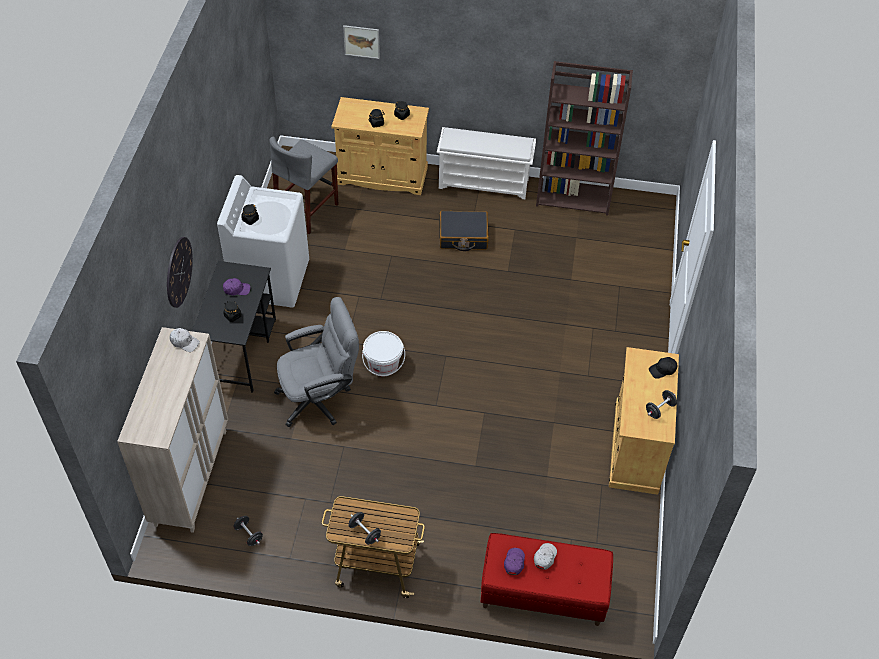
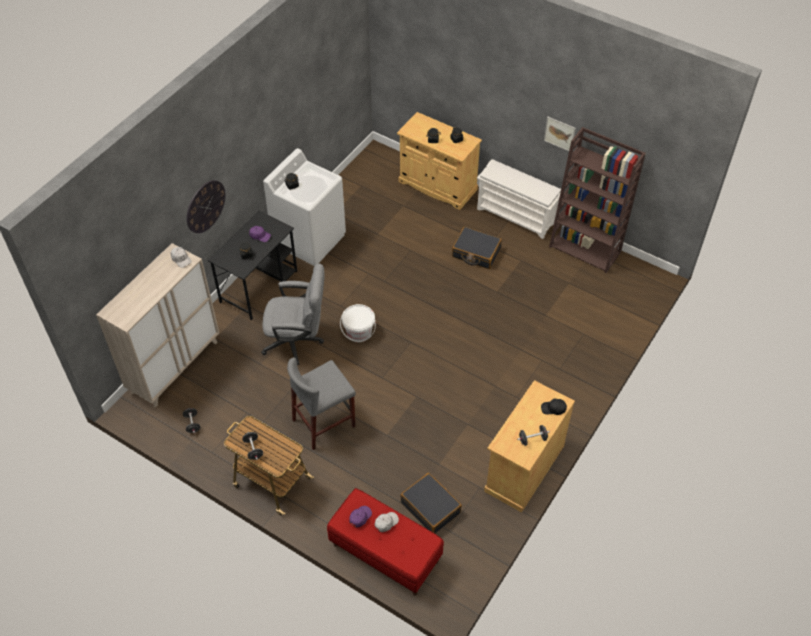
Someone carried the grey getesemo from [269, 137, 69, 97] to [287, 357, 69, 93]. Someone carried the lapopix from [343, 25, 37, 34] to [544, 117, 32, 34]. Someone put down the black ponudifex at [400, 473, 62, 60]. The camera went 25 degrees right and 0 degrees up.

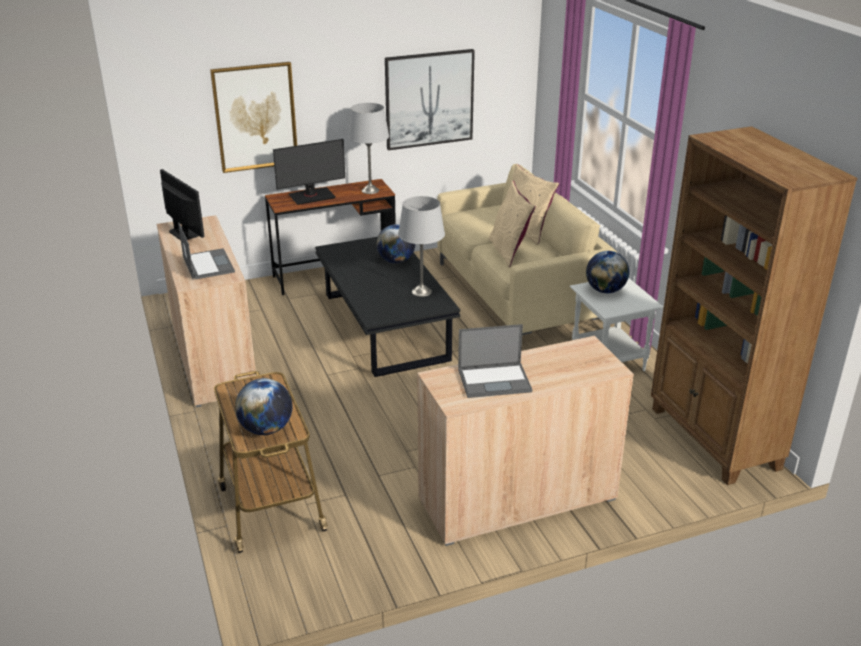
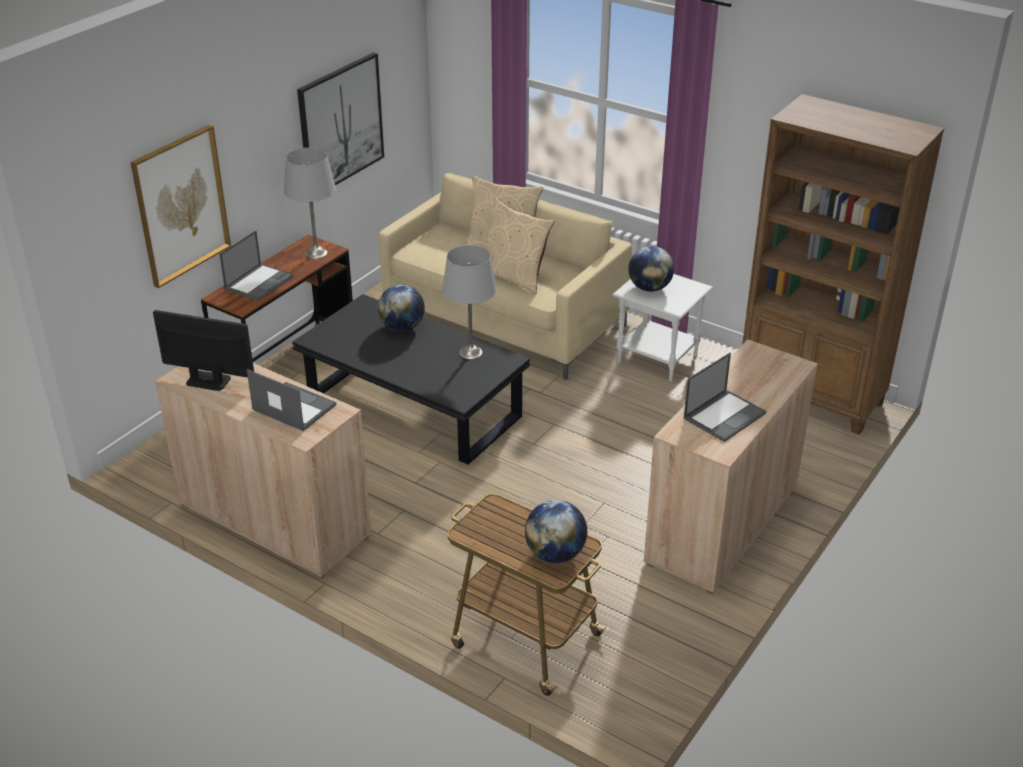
Someone swapped the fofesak at [273, 139, 72, 66] for the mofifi at [219, 230, 75, 71]. The camera went 35 degrees left and 5 degrees up.

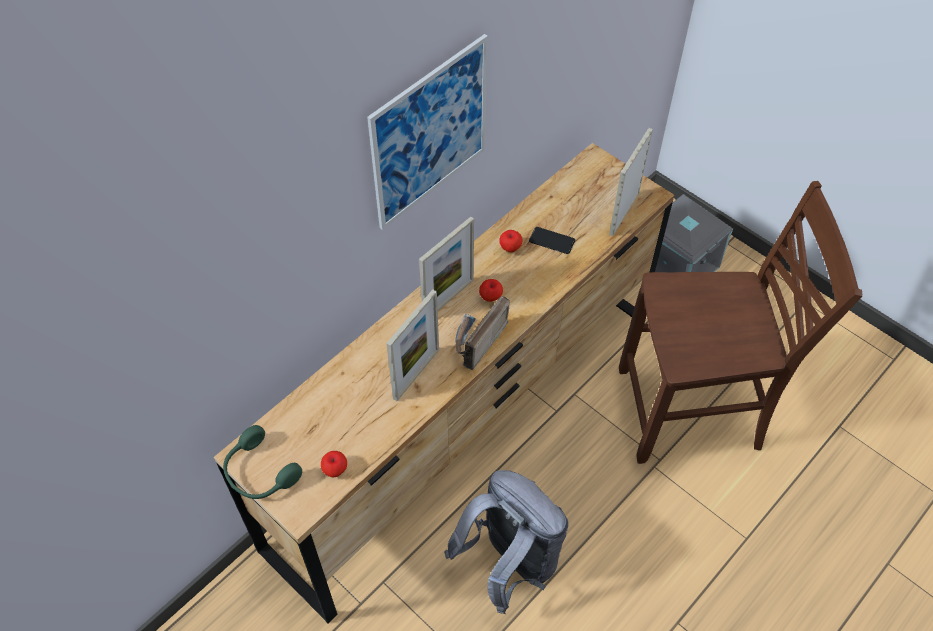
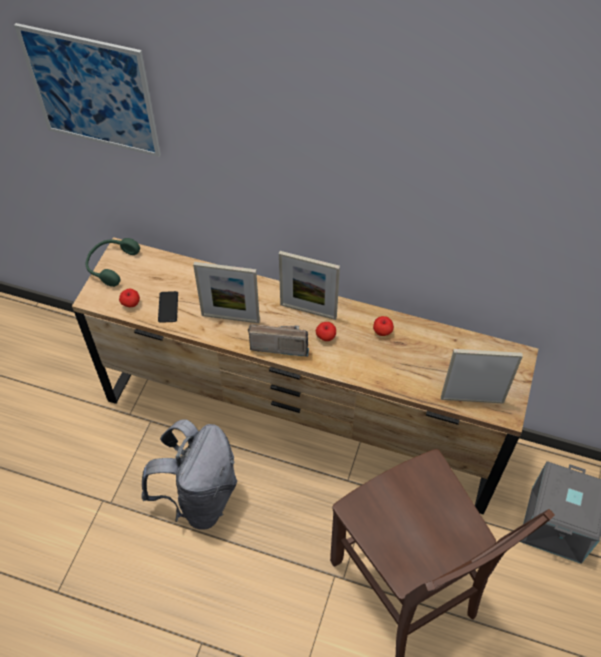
Someone carried the lapopix from [367, 34, 121, 196] to [14, 23, 147, 134]. Someone carried the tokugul from [529, 227, 46, 27] to [158, 291, 20, 32]. The camera went 65 degrees right and 0 degrees up.

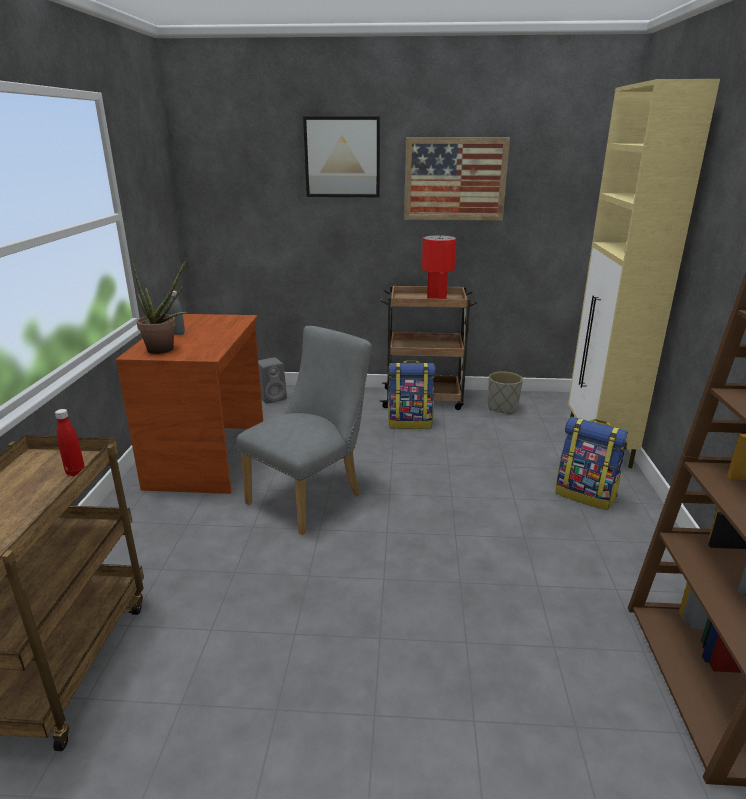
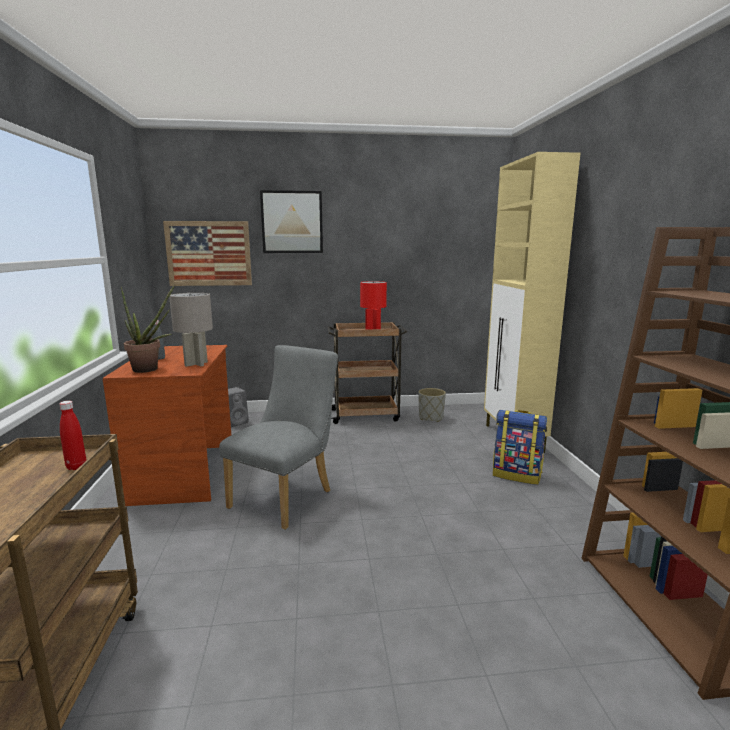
Someone took away the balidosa at [388, 360, 47, 69]. Someone carried the lapopix from [404, 137, 106, 84] to [163, 221, 89, 65]. Someone put down the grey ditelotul at [169, 293, 44, 74]. The camera went 10 degrees left and 10 degrees down.

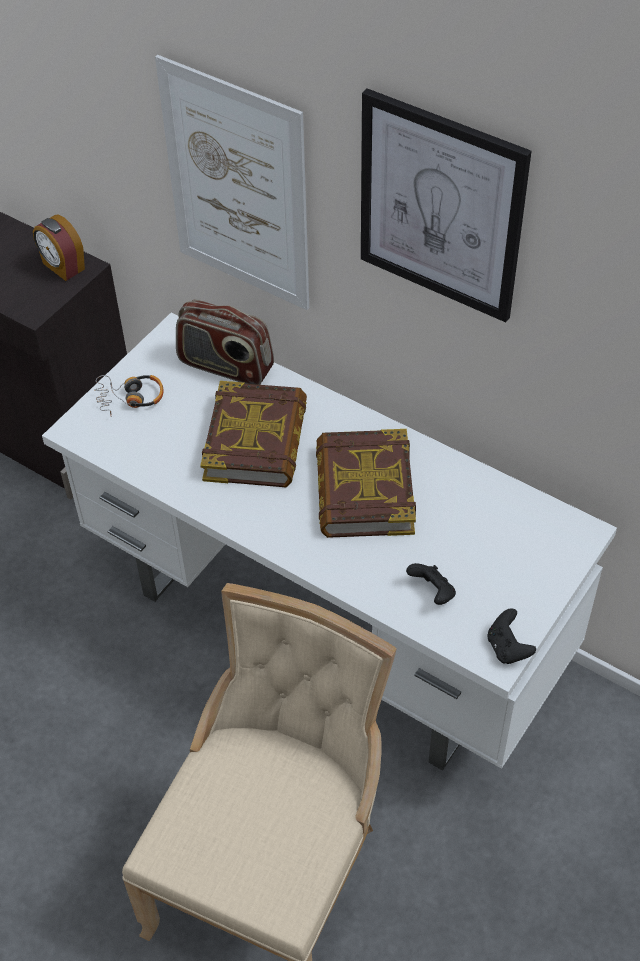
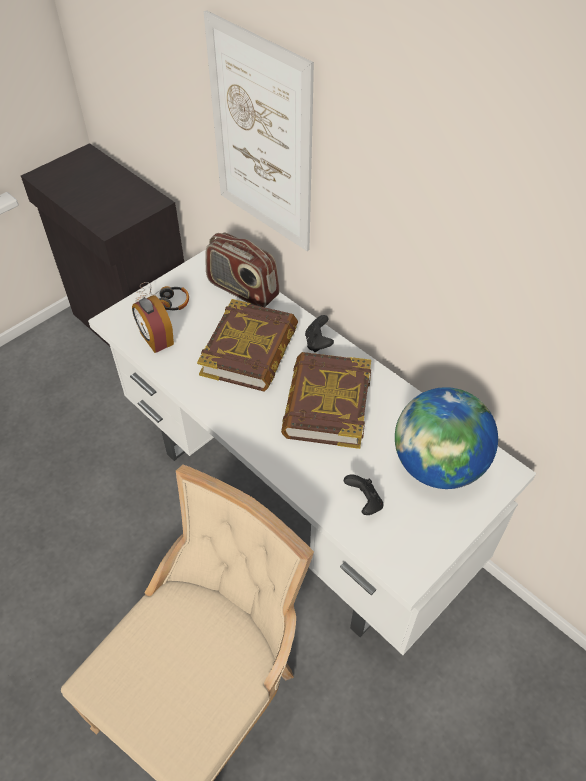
Someone carried the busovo from [33, 214, 52, 67] to [132, 295, 42, 58]. Someone took away the lapopix at [361, 88, 170, 234]. Someone carried the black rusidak from [488, 608, 48, 56] to [305, 315, 29, 37]. Someone put down the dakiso at [395, 387, 103, 102]. The camera went 10 degrees right and 0 degrees up.

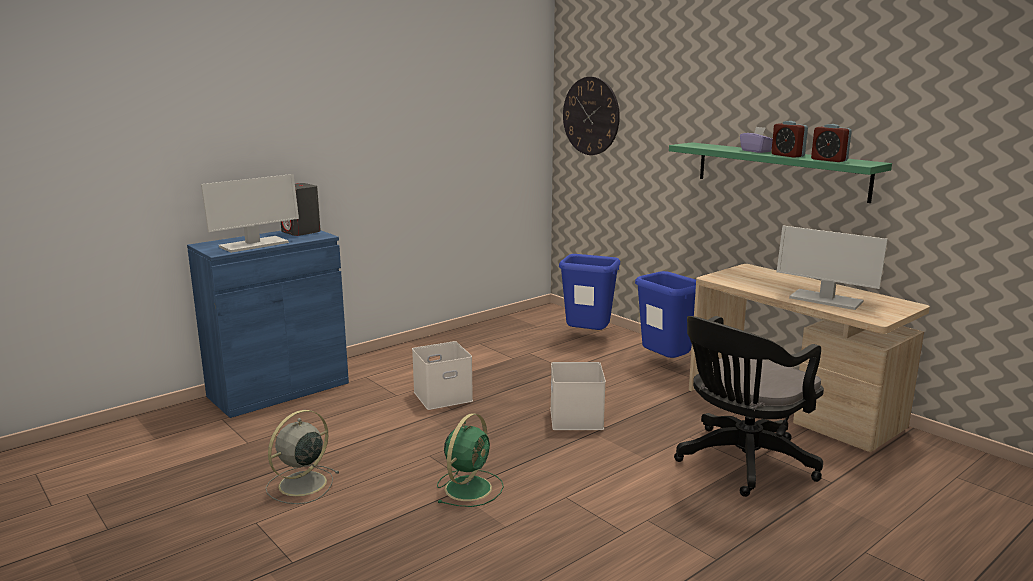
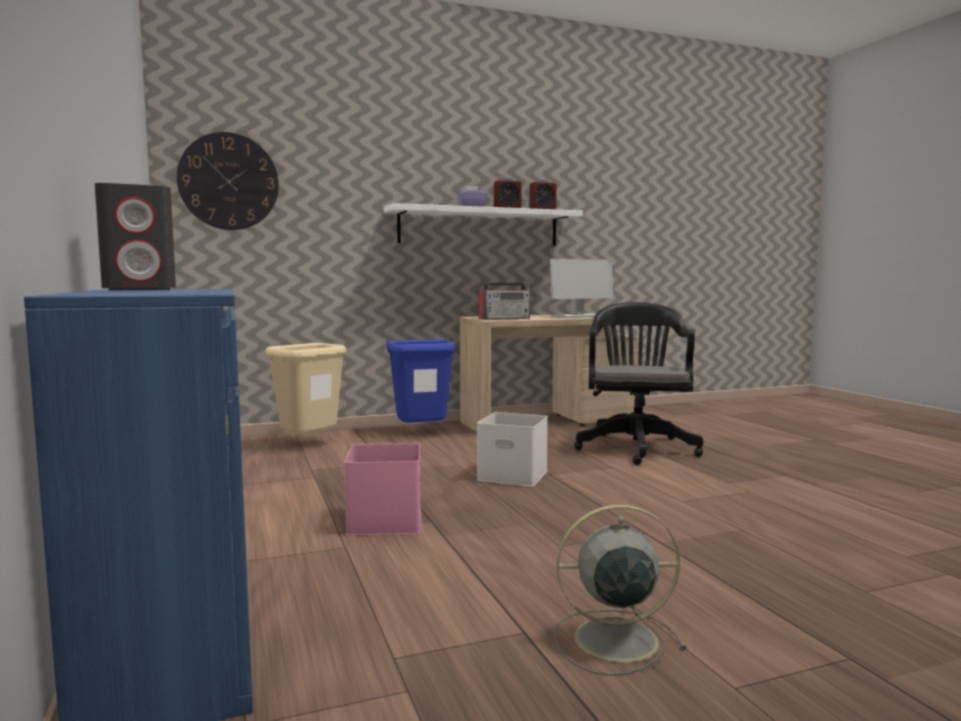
Someone took away the fofesak at [201, 174, 98, 79]. Someone rotated the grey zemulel at [266, 410, 74, 94] by 120 degrees clockwise. Someone repainted the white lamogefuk at [412, 341, 61, 69], which became the pink lamogefuk at [344, 443, 77, 93]. Someone took away the green zemulel at [437, 413, 67, 94]. Someone repainted the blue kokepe at [559, 254, 61, 76], which became the beige kokepe at [266, 343, 80, 91]. Someone repainted the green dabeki at [669, 142, 223, 61], which became the white dabeki at [384, 203, 199, 43]. Someone rotated the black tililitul at [674, 316, 150, 181] by 150 degrees counterclockwise. Someone put down the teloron at [479, 281, 51, 39]. The camera went 70 degrees left and 10 degrees down.

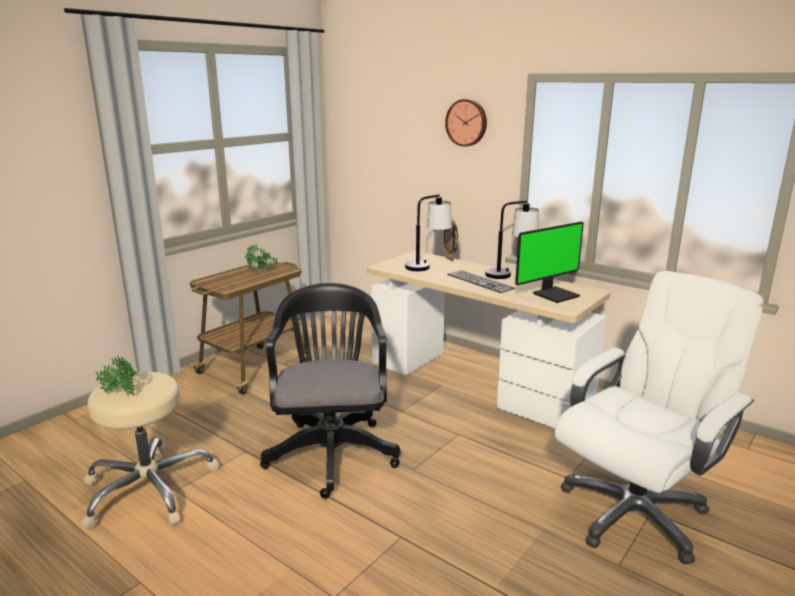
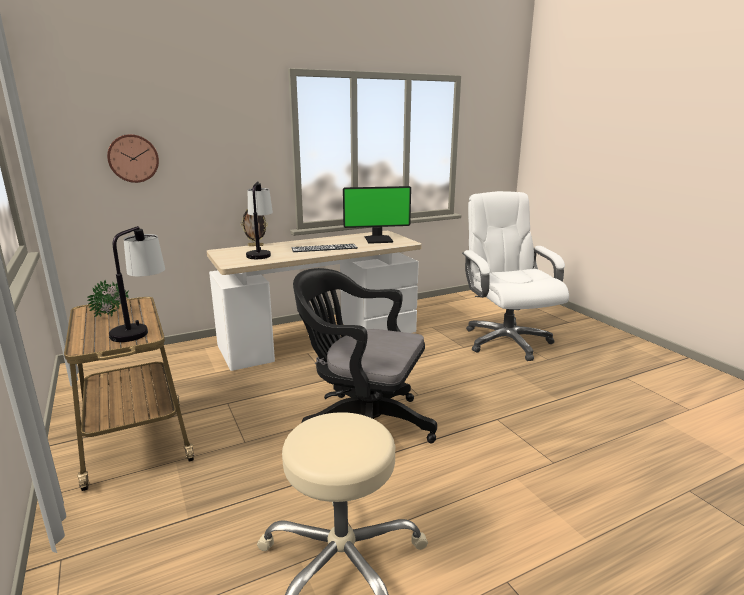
Someone took away the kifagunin at [96, 356, 42, 40]. Someone carried the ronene from [445, 99, 42, 48] to [107, 134, 52, 49]. Someone carried the ditelotul from [485, 201, 54, 78] to [109, 226, 56, 116]. Someone rotated the fofesak at [515, 221, 69, 82] by 90 degrees clockwise. The camera went 65 degrees left and 0 degrees up.

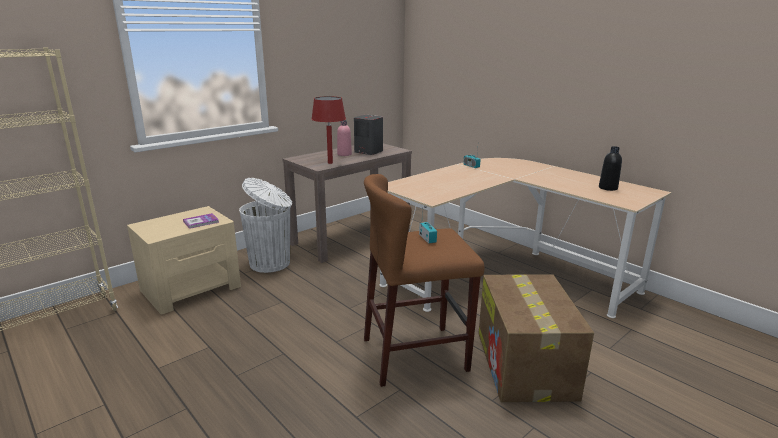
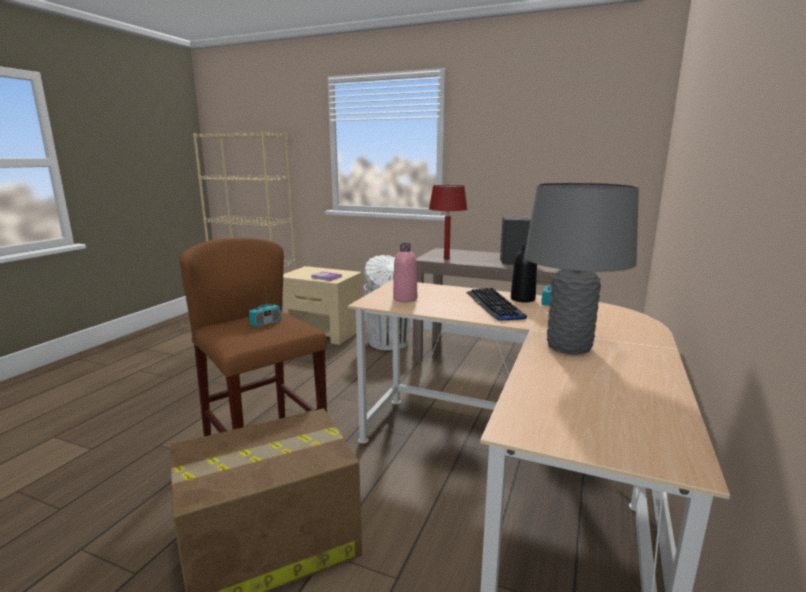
Someone carried the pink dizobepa from [337, 120, 15, 36] to [393, 243, 24, 59]. Someone carried the black dizobepa from [599, 146, 23, 45] to [511, 243, 26, 59]. Someone put down the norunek at [466, 288, 61, 33]. Someone put down the grey ditelotul at [524, 183, 115, 172]. The camera went 65 degrees right and 5 degrees down.

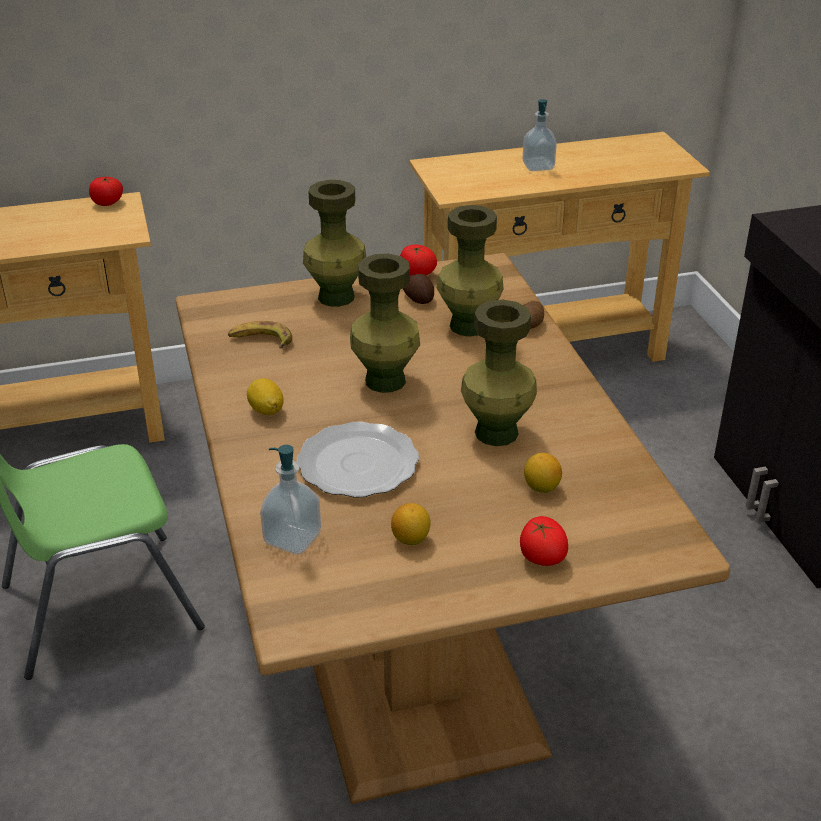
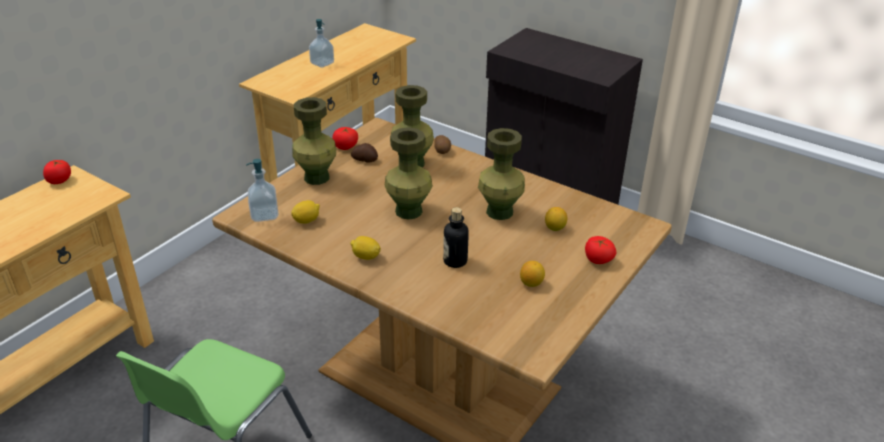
Someone swapped the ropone at [228, 321, 64, 28] for the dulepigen at [291, 200, 29, 24]. Someone carried the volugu from [260, 445, 61, 109] to [246, 159, 32, 63]. Someone swapped the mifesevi at [297, 422, 122, 76] for the dizobepa at [443, 207, 26, 61]. The camera went 40 degrees left and 0 degrees up.

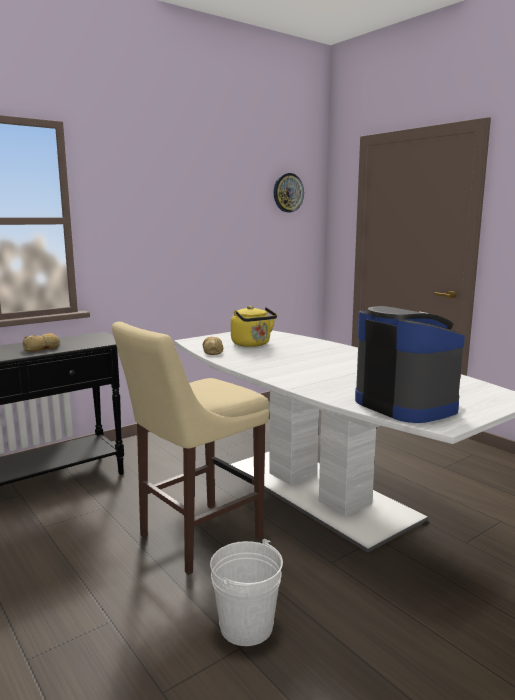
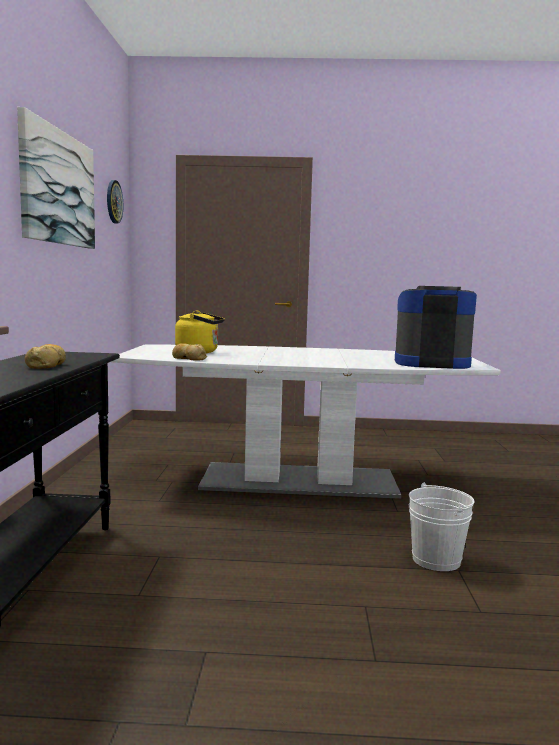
Someone took away the beige getesemo at [112, 322, 157, 253]. Someone put up the lapopix at [17, 107, 78, 142]. The camera went 50 degrees left and 5 degrees down.

